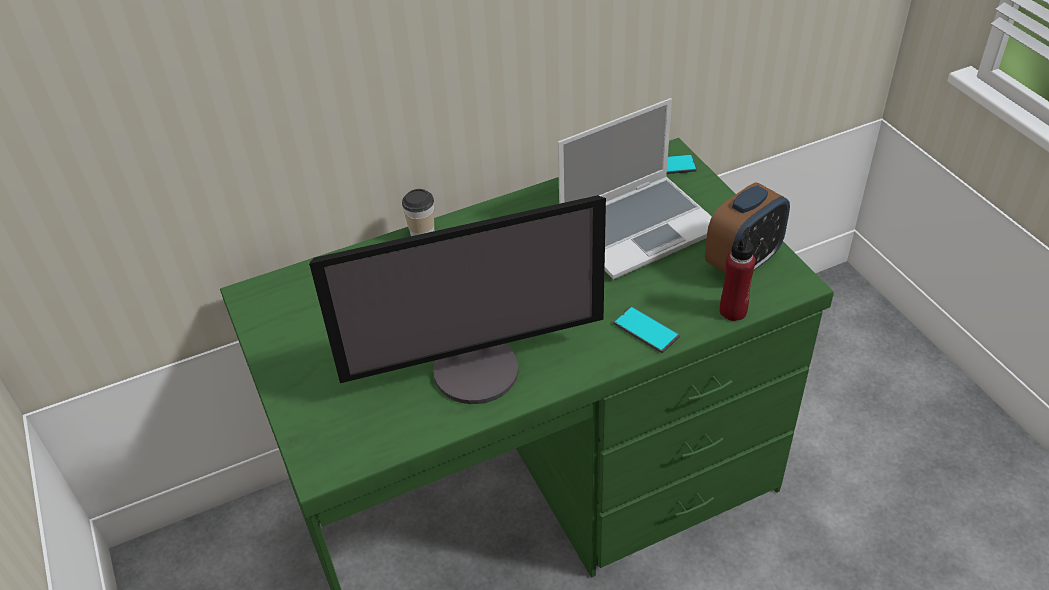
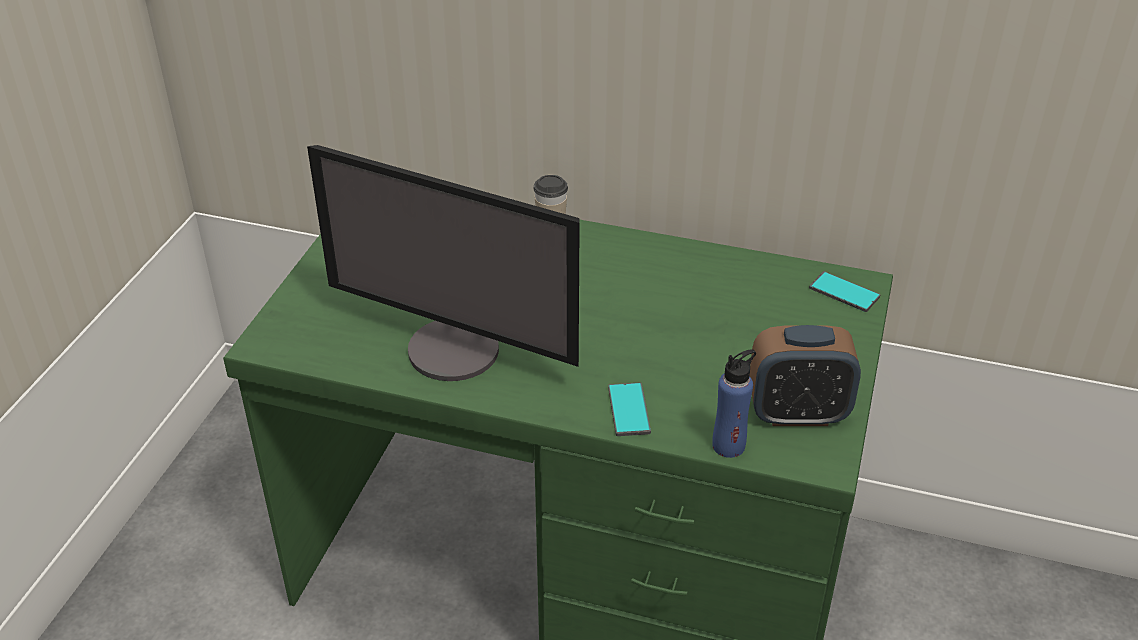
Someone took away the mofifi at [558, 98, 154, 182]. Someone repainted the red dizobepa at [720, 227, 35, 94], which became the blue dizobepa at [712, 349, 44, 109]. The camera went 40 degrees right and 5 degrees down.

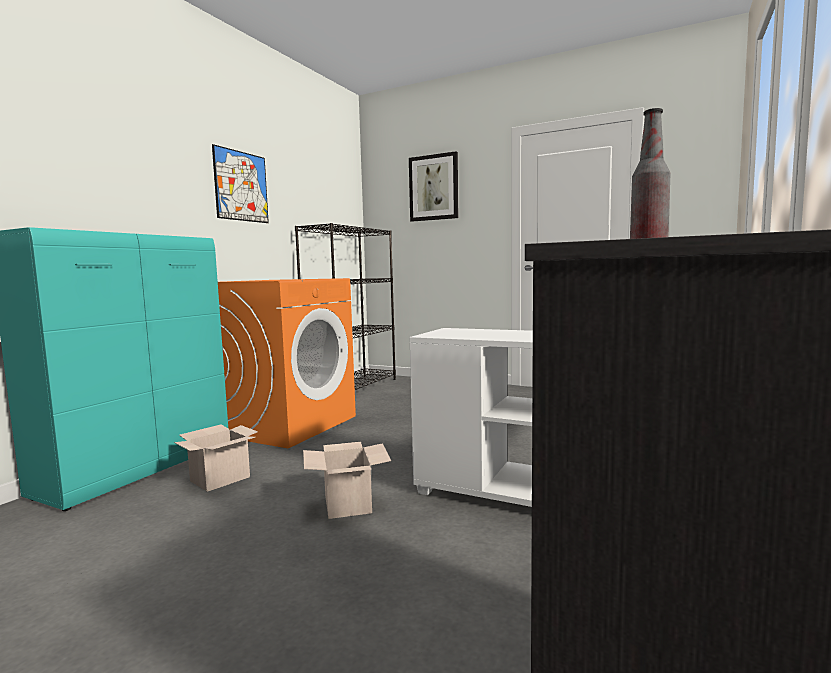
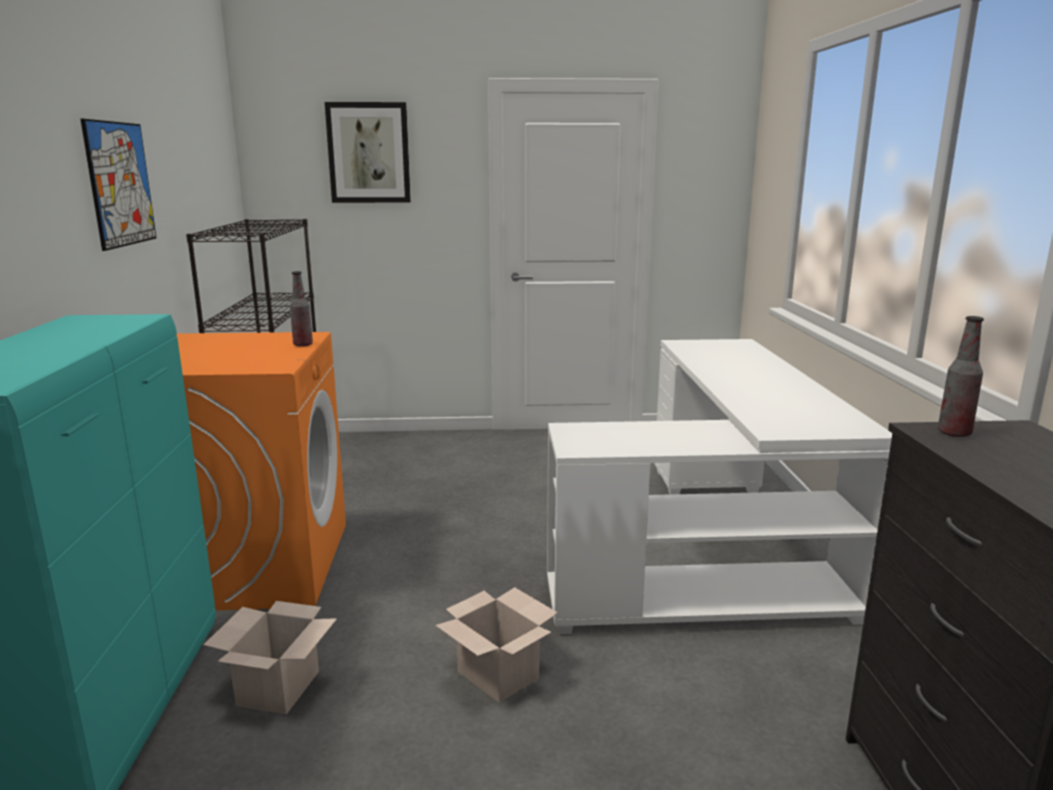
Someone put down the dizobepa at [290, 271, 23, 76]. The camera went 30 degrees left and 10 degrees up.

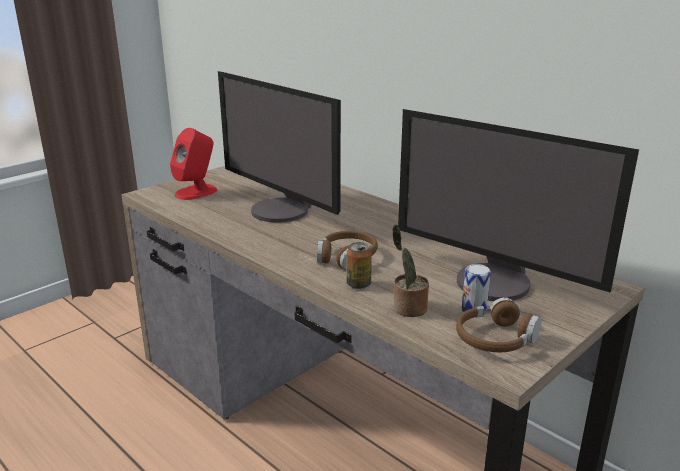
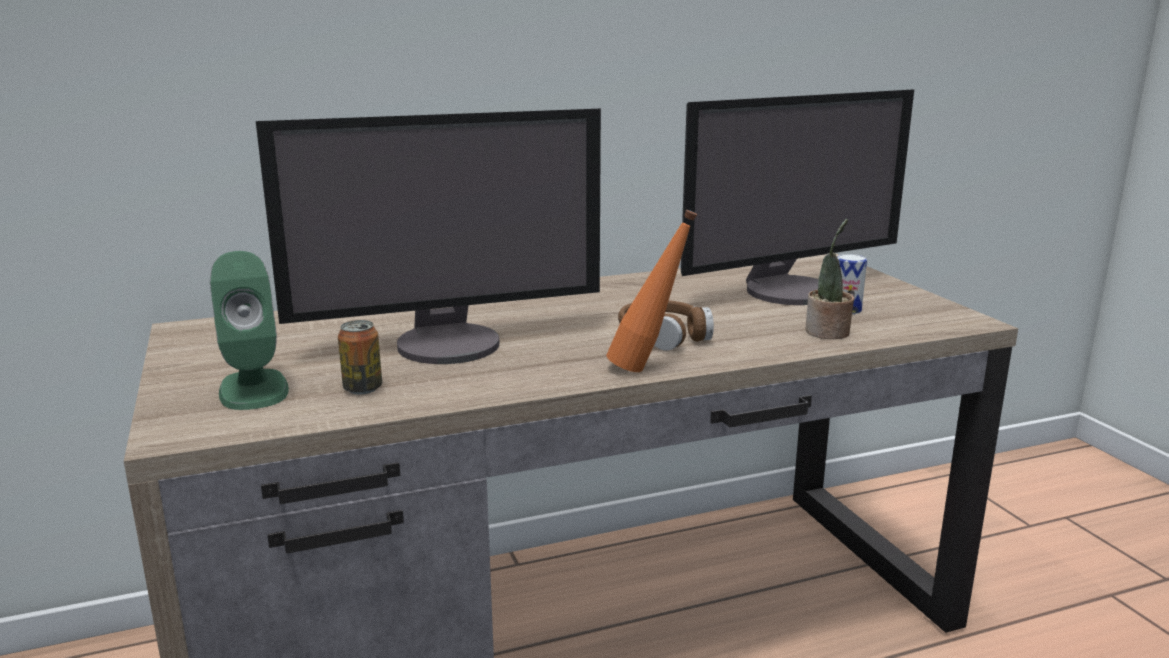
Someone repainted the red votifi at [170, 128, 47, 72], which became the green votifi at [210, 251, 79, 159]. Someone carried the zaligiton from [347, 242, 25, 47] to [338, 320, 44, 74]. Someone took away the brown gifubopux at [456, 297, 86, 55]. Someone put down the orange dizobepa at [606, 210, 91, 162]. The camera went 65 degrees left and 5 degrees down.

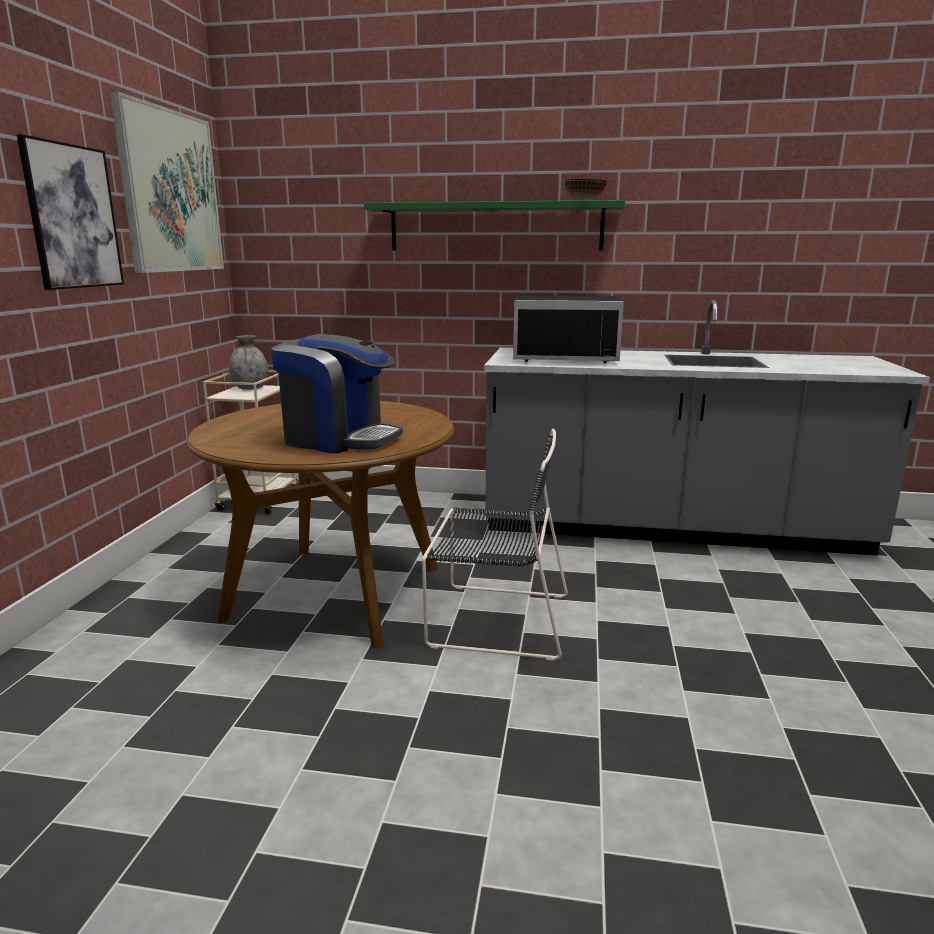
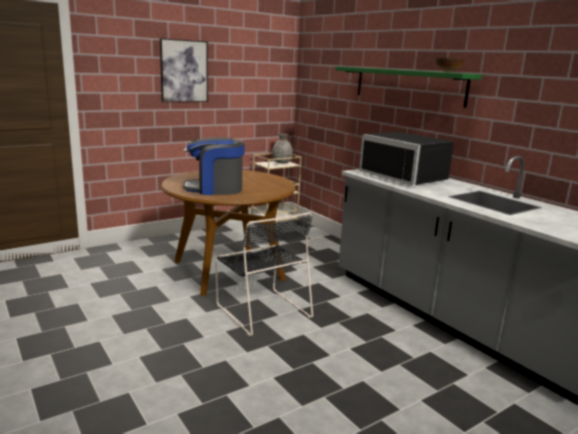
Someone took away the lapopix at [110, 91, 114, 182]. Someone rotated the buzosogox at [271, 334, 132, 120] by 105 degrees clockwise. The camera went 45 degrees right and 0 degrees up.

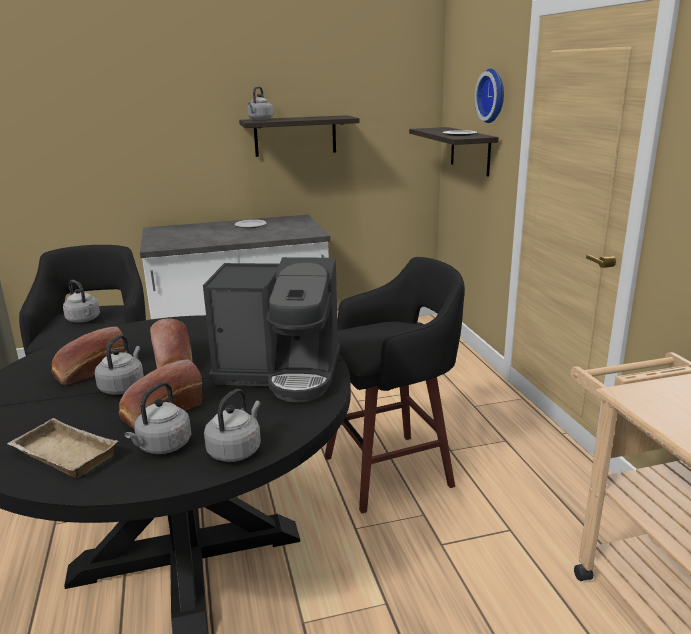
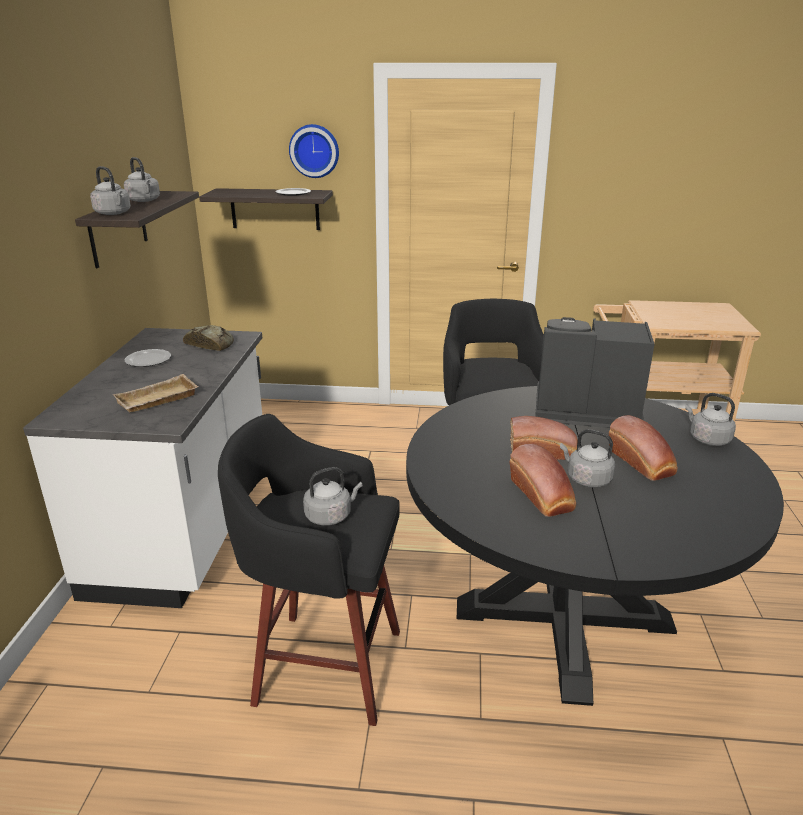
Someone carried the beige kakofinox from [7, 418, 111, 59] to [113, 374, 85, 38]. Someone carried the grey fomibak from [124, 382, 67, 72] to [124, 157, 36, 45]. Someone rotated the buzosogox at [203, 257, 137, 146] by 105 degrees counterclockwise. Someone put down the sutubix at [183, 325, 51, 26]. The camera went 70 degrees left and 5 degrees up.

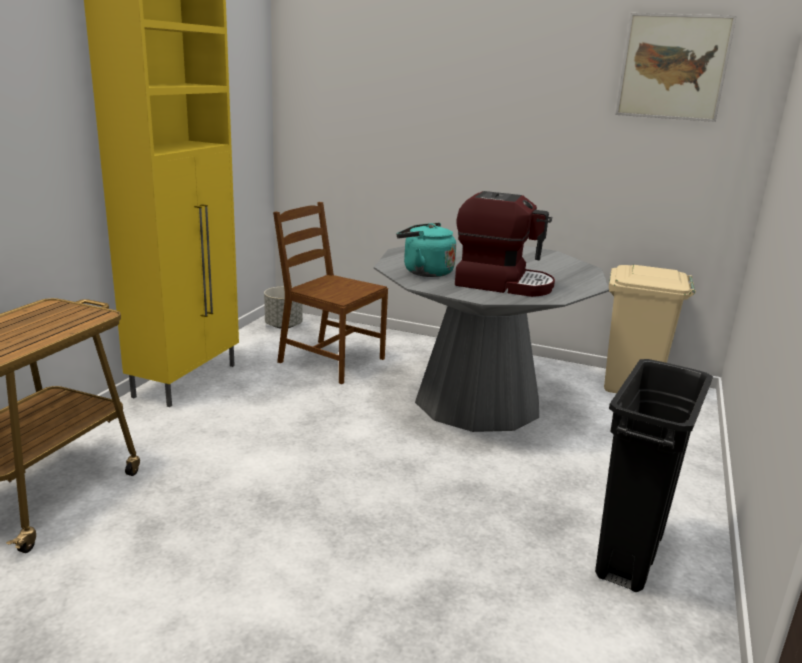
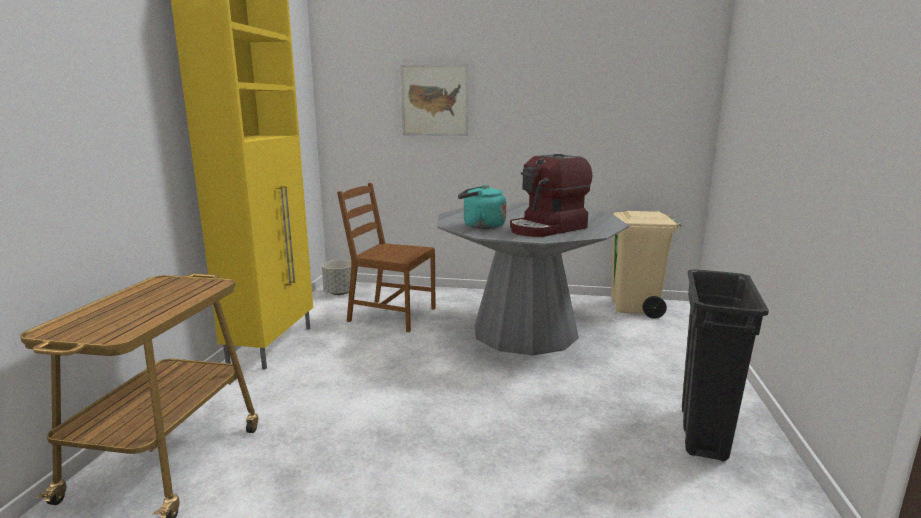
Someone rotated the buzosogox at [455, 191, 100, 106] by 135 degrees clockwise. Someone carried the lapopix from [615, 13, 122, 109] to [400, 64, 69, 72]. The camera went 10 degrees left and 5 degrees down.

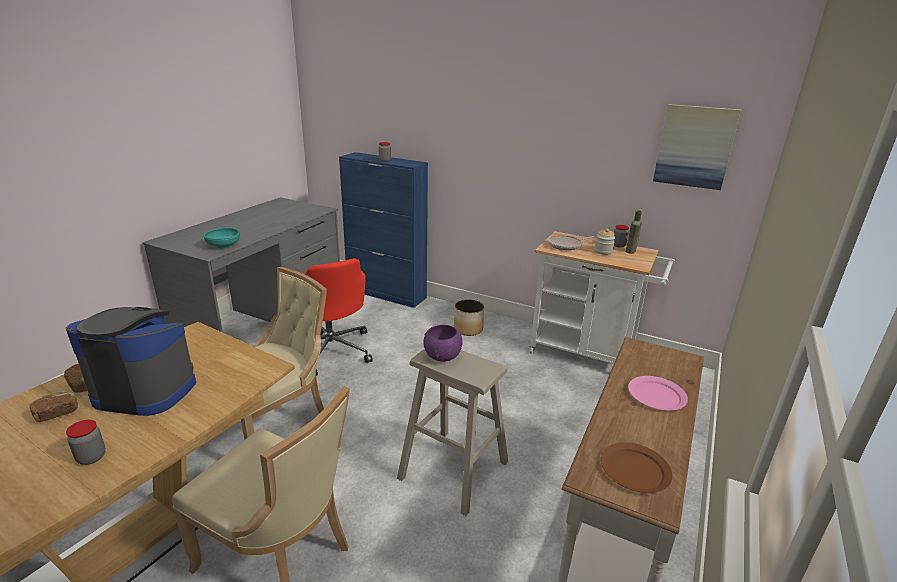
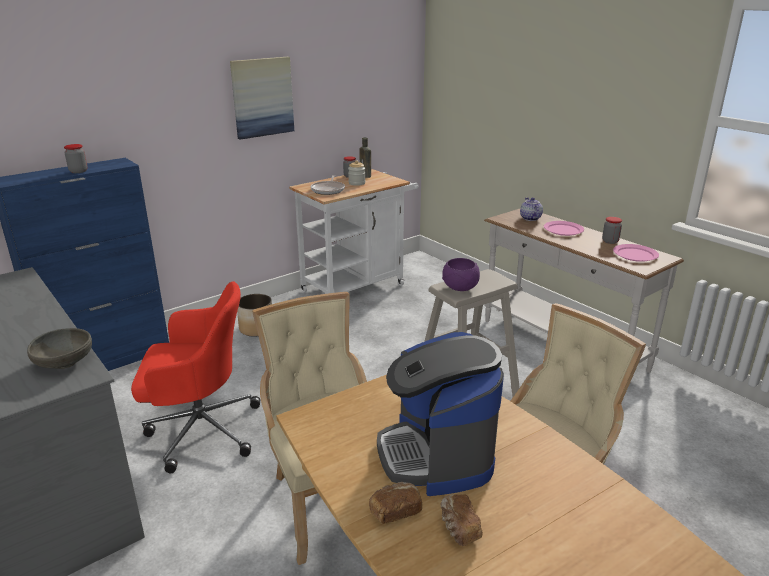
Someone rotated the buzosogox at [66, 307, 130, 109] by 45 degrees counterclockwise. Someone carried the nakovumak from [66, 420, 40, 45] to [602, 217, 20, 27]. Someone repainted the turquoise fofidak at [204, 228, 36, 20], which became the grey fofidak at [27, 328, 65, 41]. Someone repainted the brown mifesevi at [601, 442, 71, 51], which became the pink mifesevi at [613, 244, 46, 18]. Someone carried the lapopix from [653, 104, 88, 86] to [230, 57, 64, 83]. Someone put down the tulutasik at [520, 197, 23, 24]. The camera went 65 degrees left and 0 degrees up.

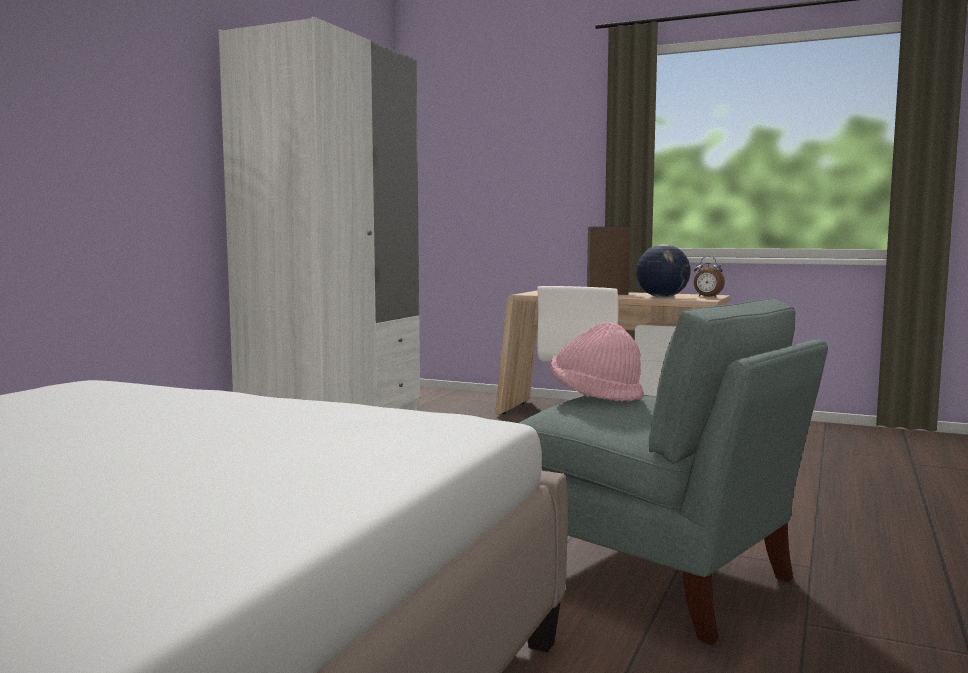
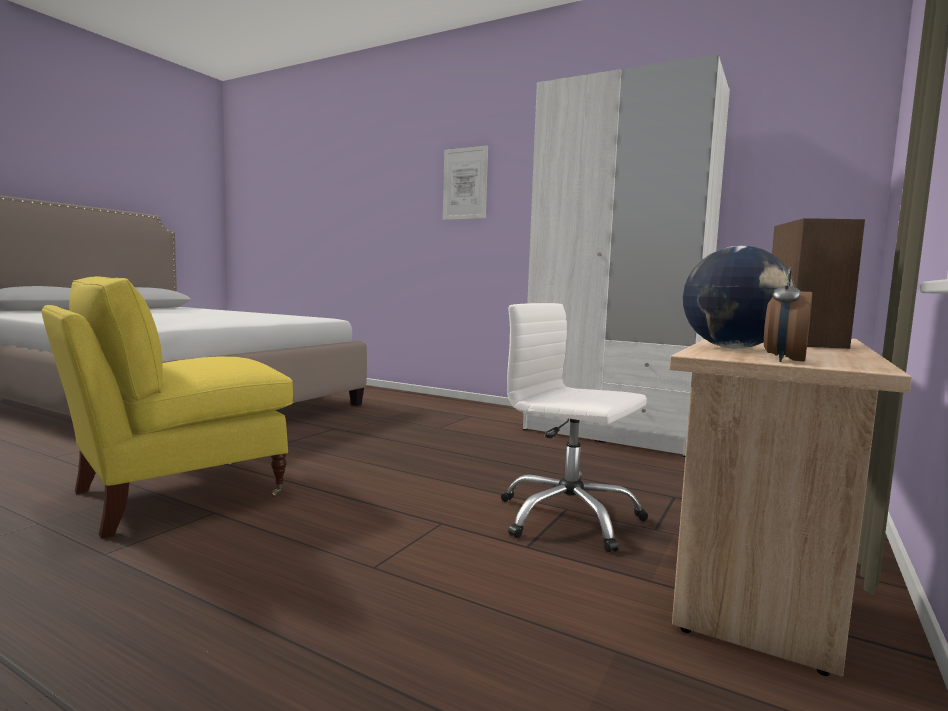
Someone repainted the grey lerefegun at [519, 299, 309, 346], which became the yellow lerefegun at [42, 276, 251, 263]. Someone took away the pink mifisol at [550, 322, 94, 80]. Someone put up the lapopix at [443, 145, 45, 75]. The camera went 95 degrees right and 0 degrees up.

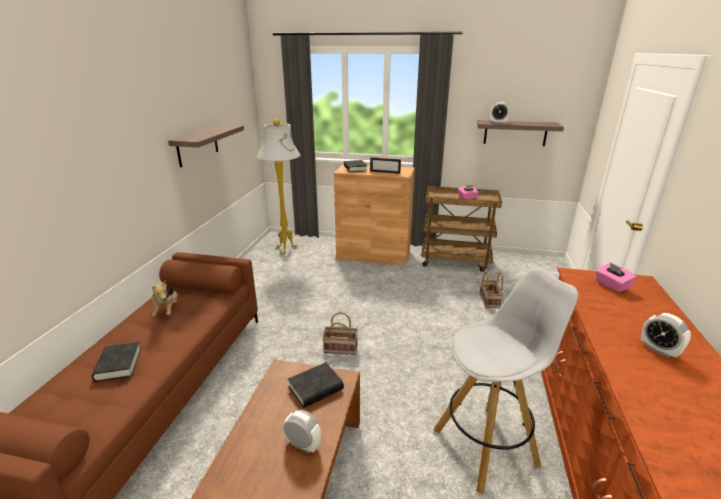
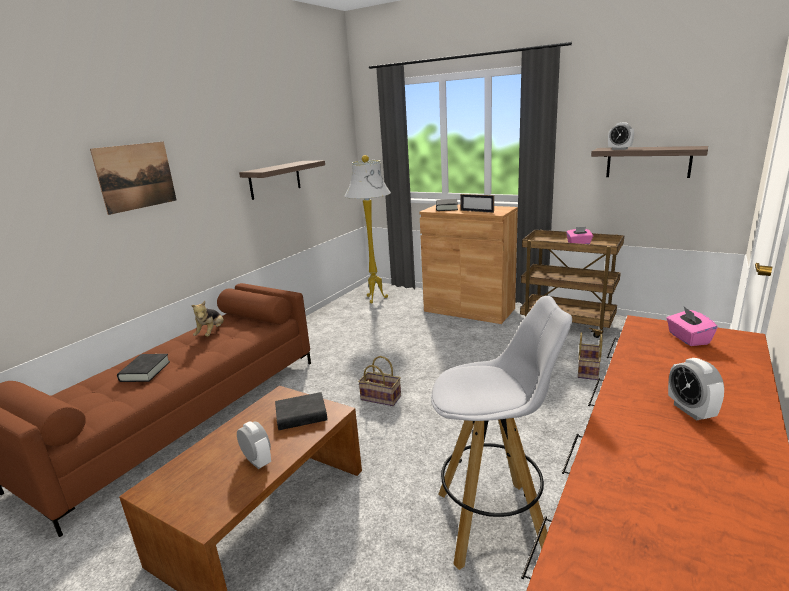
Someone put up the lapopix at [90, 141, 87, 74]. The camera went 20 degrees right and 5 degrees down.

